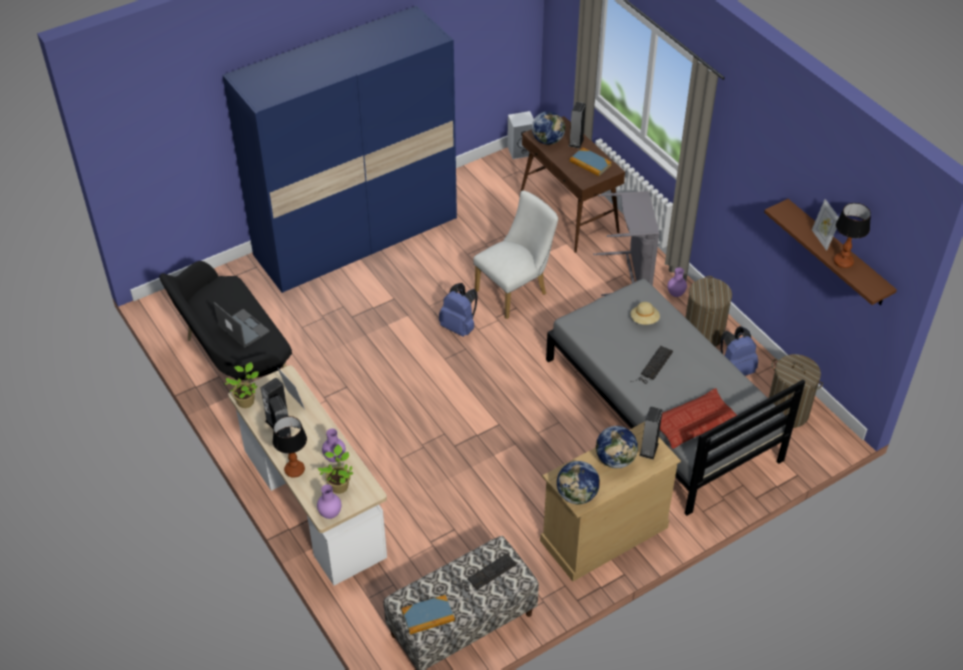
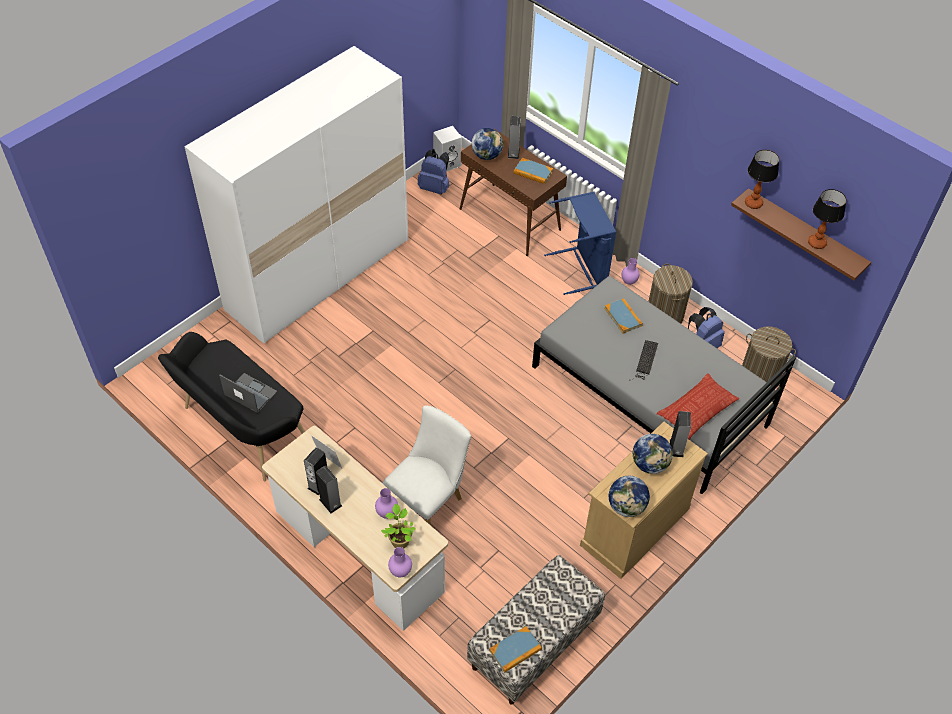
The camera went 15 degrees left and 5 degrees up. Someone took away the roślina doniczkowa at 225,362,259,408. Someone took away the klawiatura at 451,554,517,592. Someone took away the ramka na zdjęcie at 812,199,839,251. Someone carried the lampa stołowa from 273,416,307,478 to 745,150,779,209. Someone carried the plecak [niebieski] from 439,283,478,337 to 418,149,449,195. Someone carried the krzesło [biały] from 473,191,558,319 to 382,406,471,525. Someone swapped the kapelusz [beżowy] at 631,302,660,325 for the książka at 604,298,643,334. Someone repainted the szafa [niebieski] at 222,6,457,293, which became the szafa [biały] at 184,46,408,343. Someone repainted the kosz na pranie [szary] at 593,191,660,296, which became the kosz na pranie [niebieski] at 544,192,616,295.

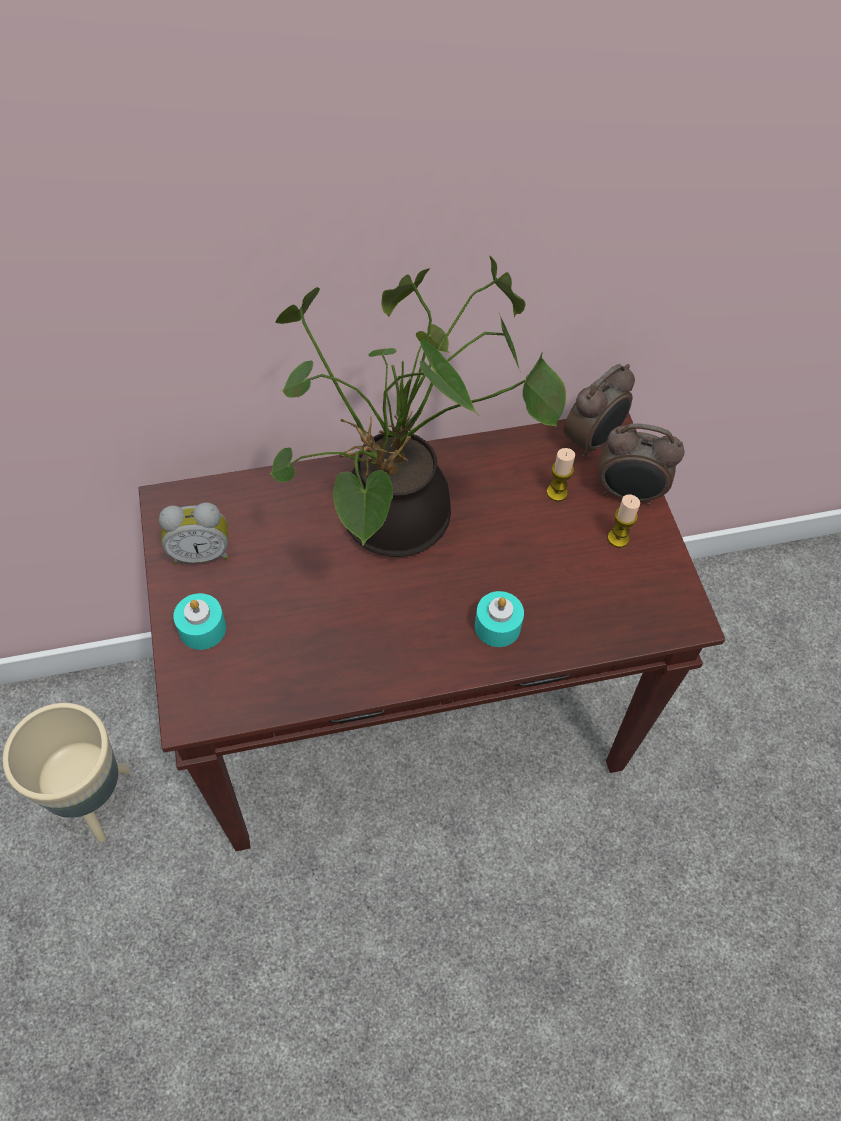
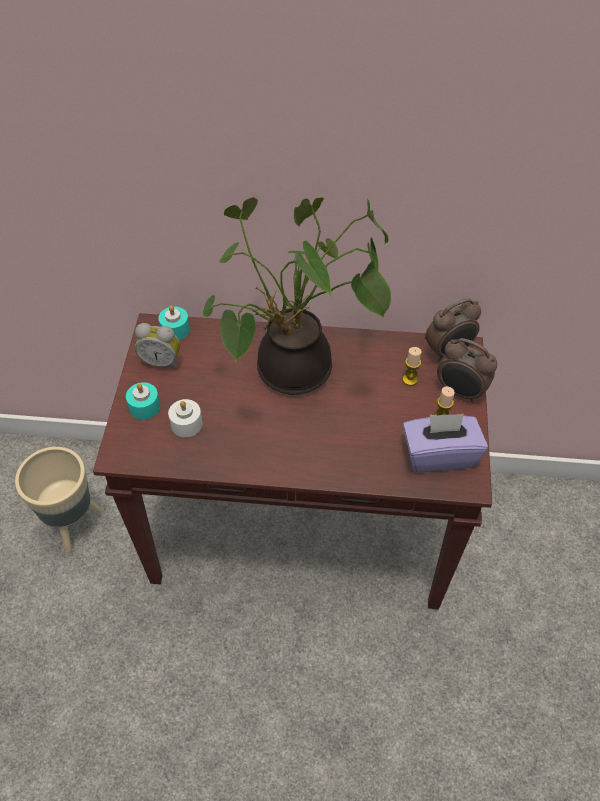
The camera went 20 degrees right and 5 degrees down. Someone put down the świeca [biały] at 168,399,203,437. Someone put down the pudełko chusteczek [fioletowy] at 402,414,488,472. Someone carried the świeca [turkusowy] from 475,591,524,647 to 158,306,190,340.

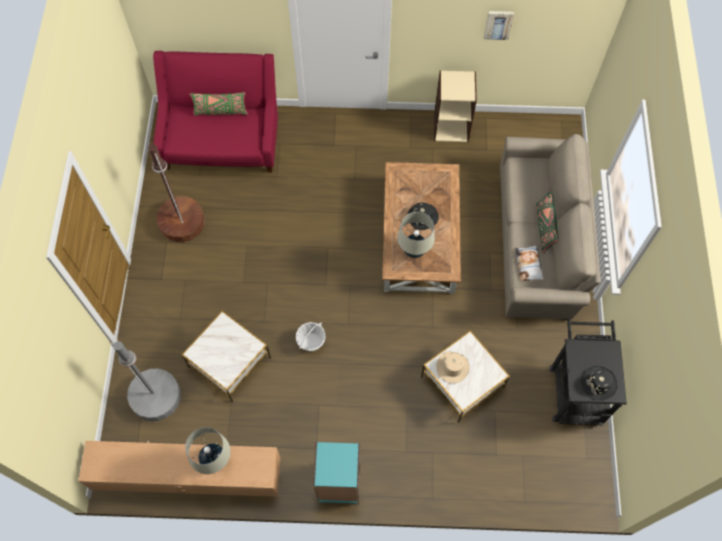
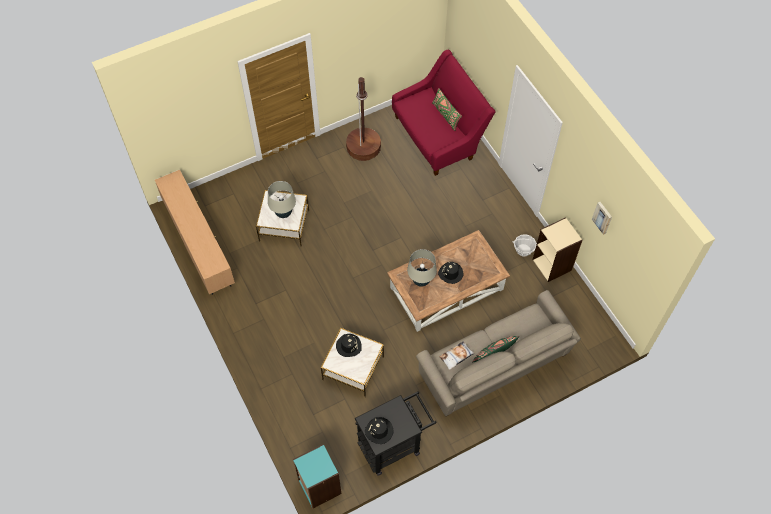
The camera went 60 degrees right and 5 degrees down. Someone took away the lampa stojąca [szary] at 110,341,181,421. Someone carried the lampa stołowa [beżowy] from 185,427,231,474 to 268,181,296,218. Someone carried the koszyk from 296,322,326,351 to 512,234,537,256. Someone carried the regał [turkusowy] from 313,442,360,504 to 293,444,342,509. Someone repainted the kapelusz [beżowy] at 436,352,470,383, which became the kapelusz [czarny] at 336,334,362,357.

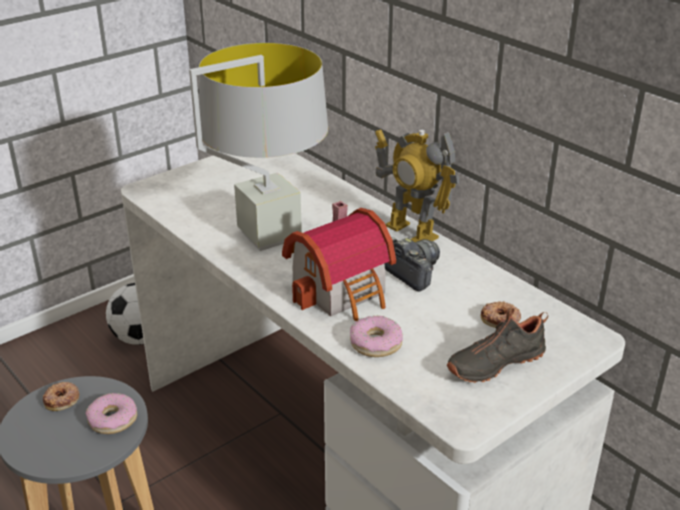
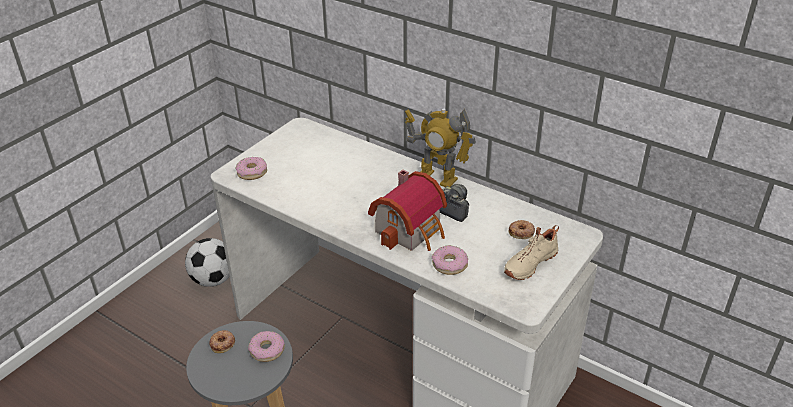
The camera went 15 degrees left and 5 degrees up. Someone took away the lampa stołowa [szary] at 189,43,328,251. Someone put down the donut at 235,157,267,180. Someone repainted the but [czarny] at 447,307,548,383, which became the but [beżowy] at 504,225,559,280.

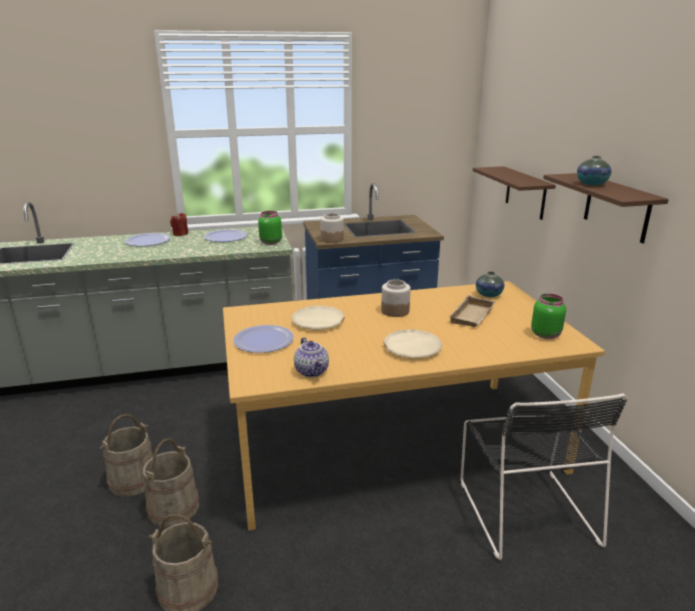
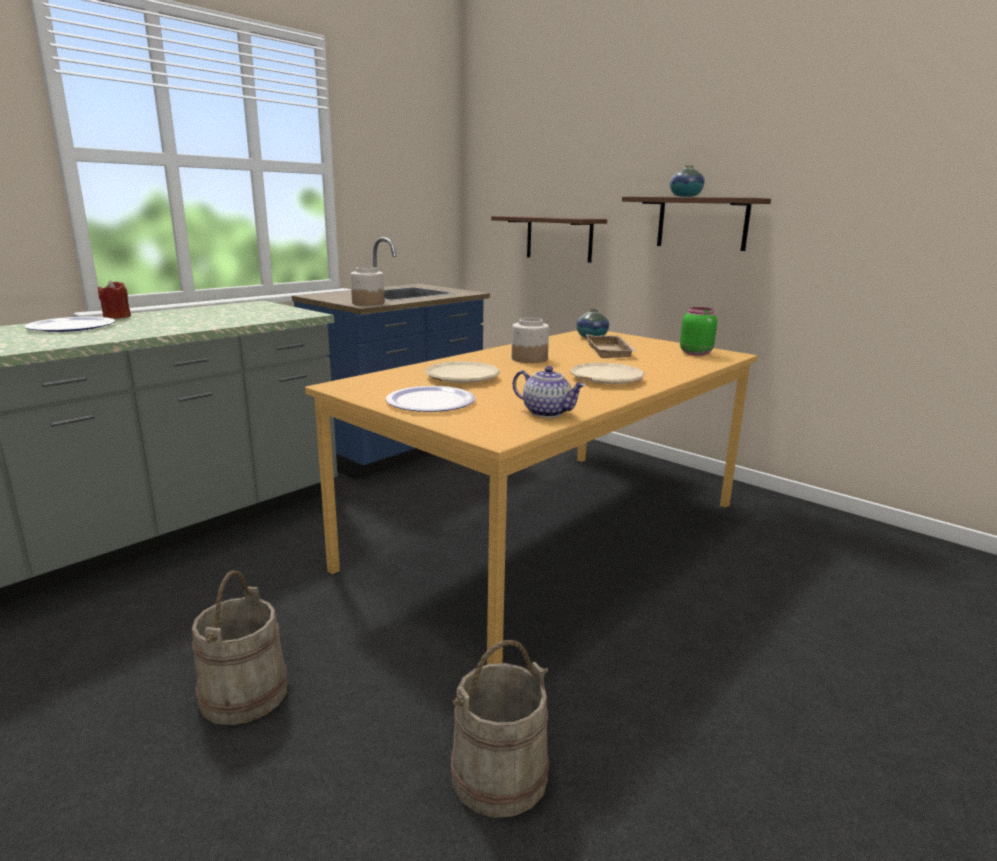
The camera went 35 degrees left and 5 degrees down. Someone took away the wiadro [beżowy] at 143,439,199,527. Someone took away the talerz at 204,229,248,242. Someone took away the słoik [zielony] at 258,211,282,245. Someone took away the krzesło [czarny] at 461,393,627,560.

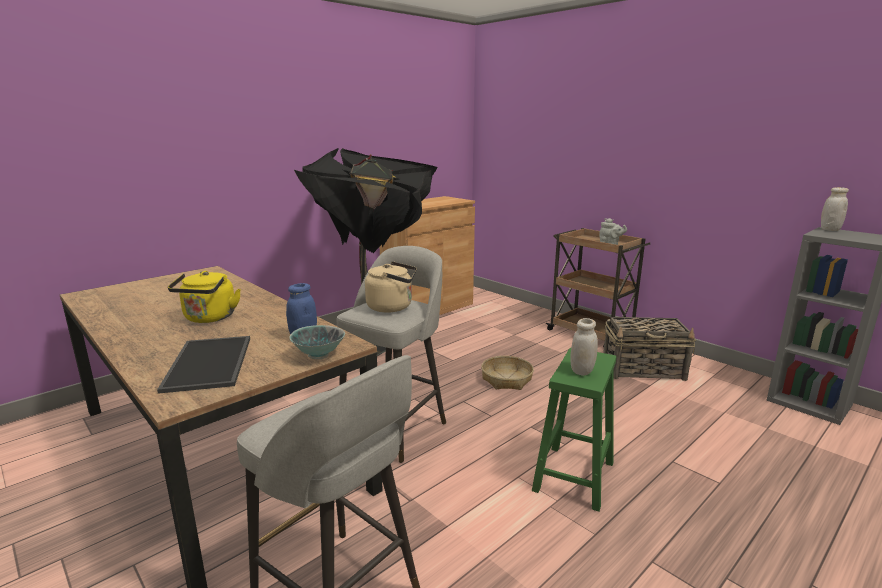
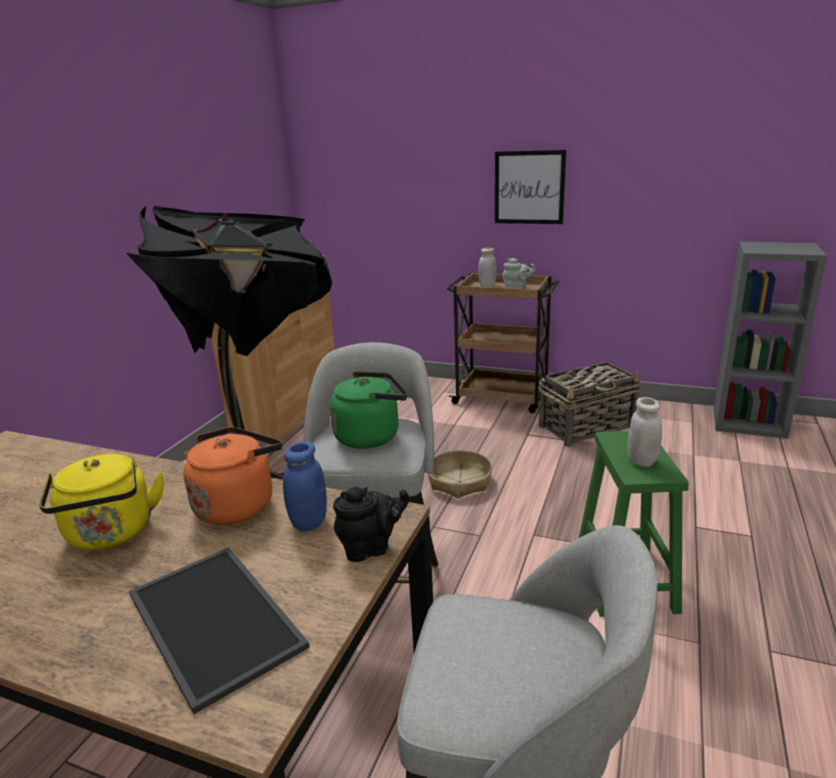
The camera went 25 degrees left and 5 degrees up. Someone put down the czajnik [pomarańczowy] at 183,427,282,525. Someone put up the obraz at 495,150,566,224. Someone carried the słoik [biały] from 821,187,849,231 to 478,247,497,287. Someone swapped the miska at 289,325,345,359 for the imbryk [czarny] at 333,487,409,562. Someone repainted the czajnik [beżowy] at 365,261,417,312, which became the czajnik [zielony] at 330,371,407,449.

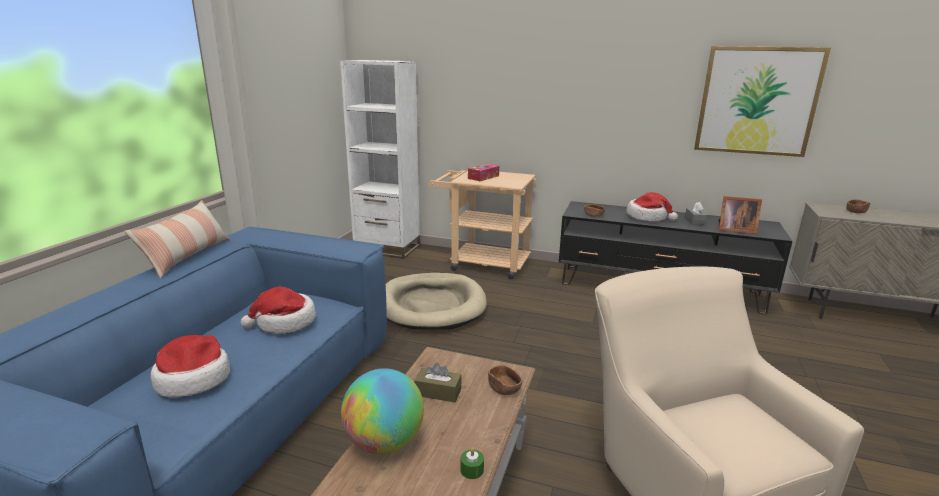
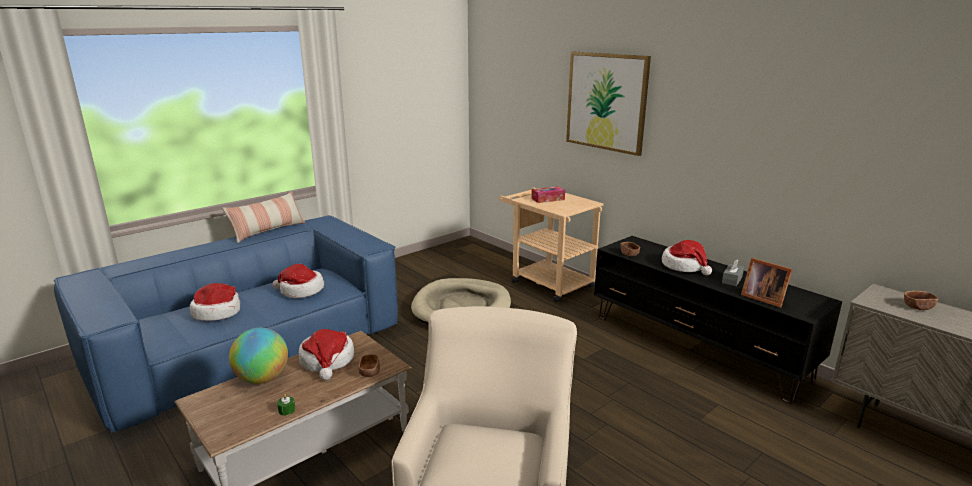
The camera went 30 degrees right and 0 degrees up. Someone took away the regał [biały] at 340,60,420,259. Someone carried the obraz from 694,46,831,157 to 566,52,651,156. Someone swapped the pudełko chusteczek [brązowy] at 414,362,461,402 for the kapelusz at 299,329,354,380.

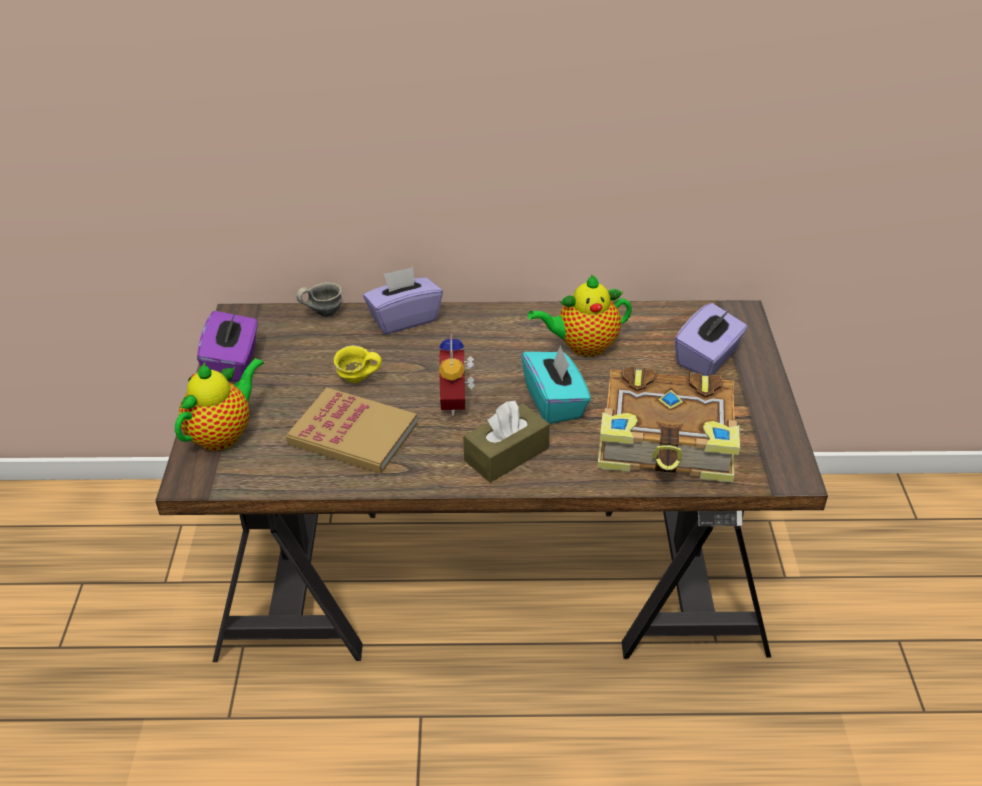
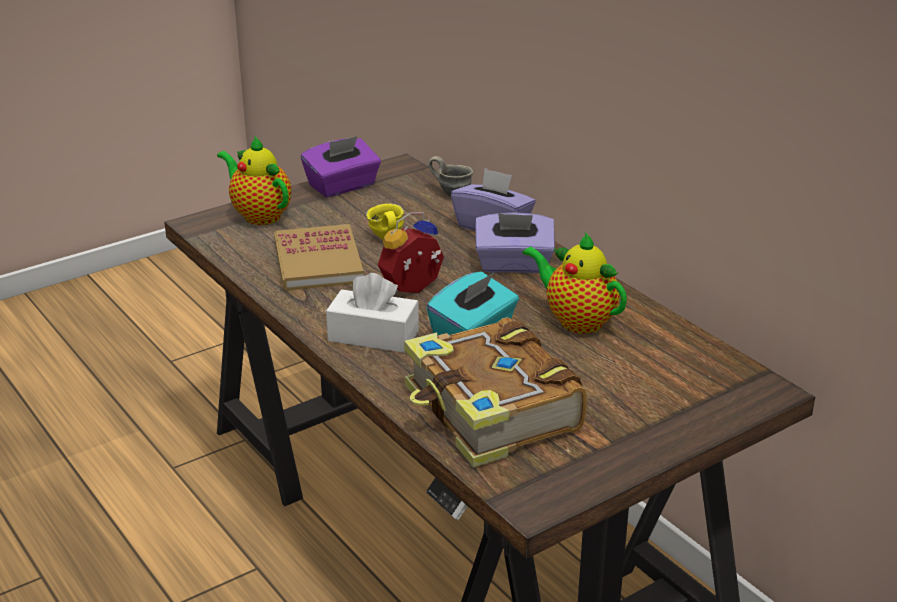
The camera went 55 degrees right and 10 degrees down. Someone carried the pudełko chusteczek [fioletowy] from 674,303,747,376 to 475,213,555,273. Someone repainted the pudełko chusteczek [brązowy] at 464,401,550,483, which became the pudełko chusteczek [biały] at 326,273,419,353. Someone rotated the imbryk at 175,358,264,451 by 135 degrees counterclockwise.

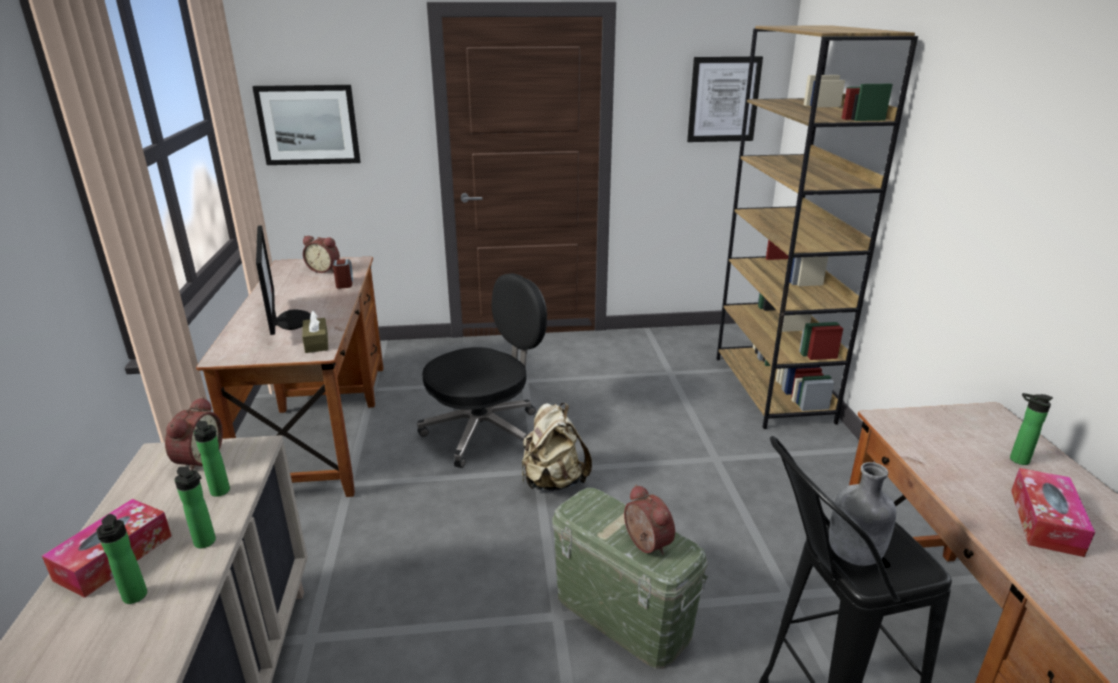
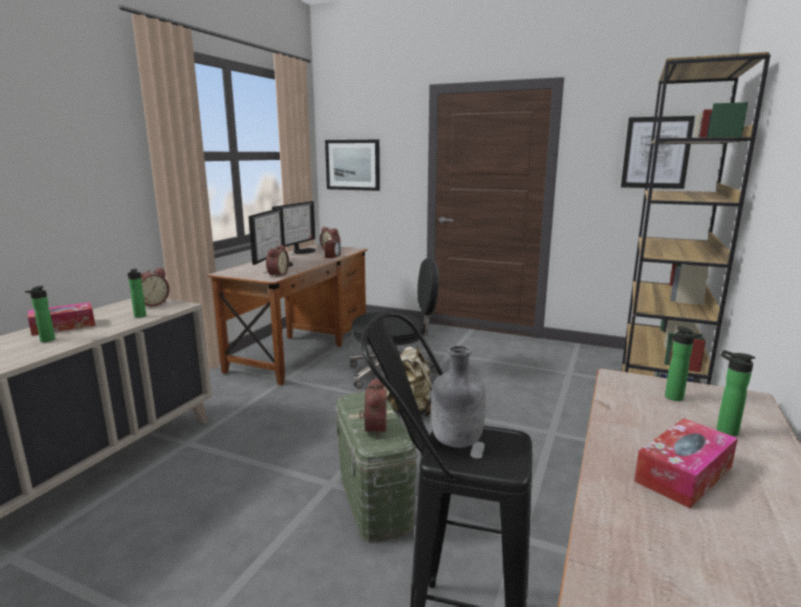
The camera went 30 degrees right and 10 degrees down. Someone put down the monitor at 272,201,316,254. Someone carried the butelka from 174,467,216,548 to 665,326,703,401. Someone swapped the pudełko chusteczek [brązowy] at 302,311,328,353 for the budzik at 266,245,289,278.

